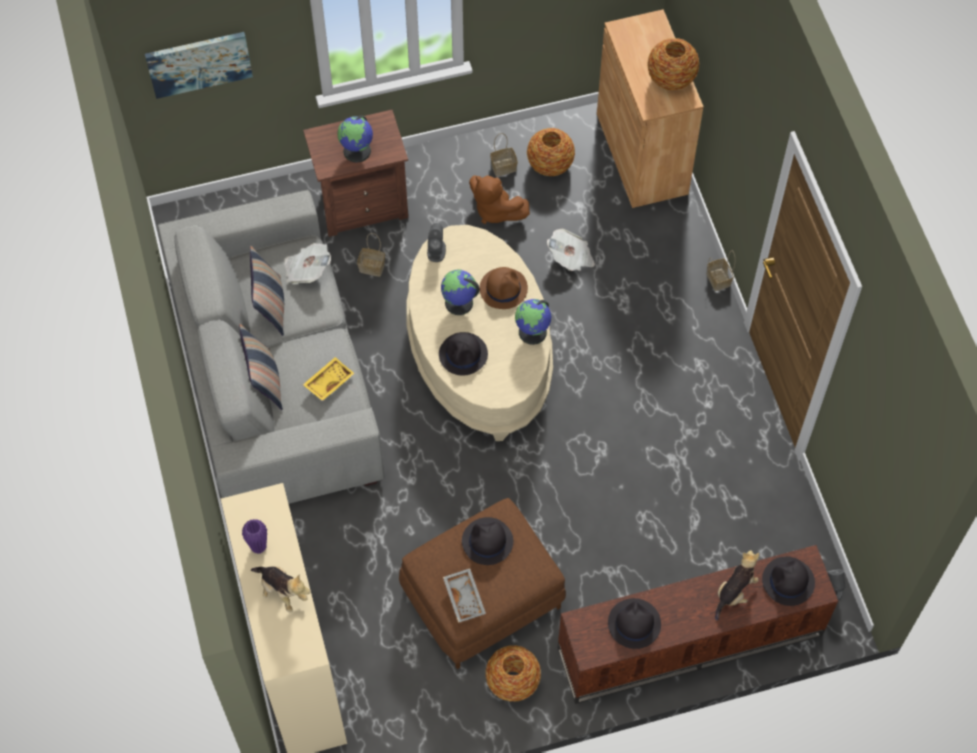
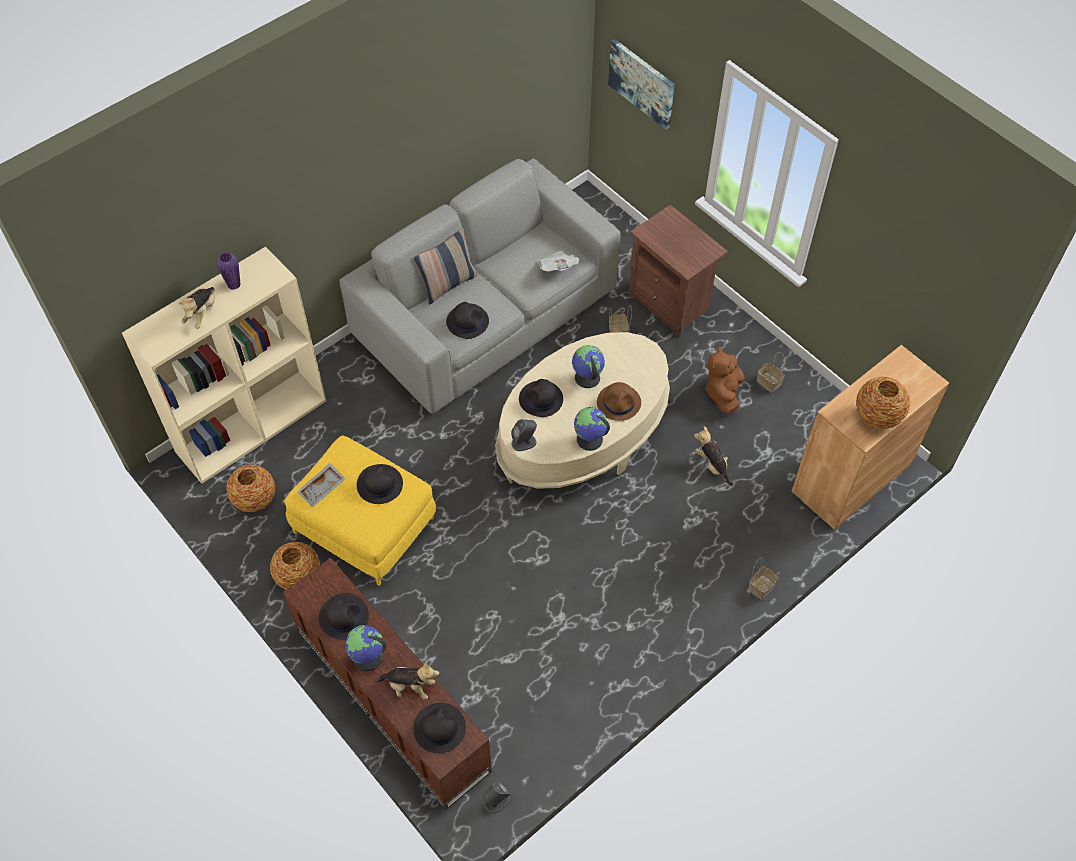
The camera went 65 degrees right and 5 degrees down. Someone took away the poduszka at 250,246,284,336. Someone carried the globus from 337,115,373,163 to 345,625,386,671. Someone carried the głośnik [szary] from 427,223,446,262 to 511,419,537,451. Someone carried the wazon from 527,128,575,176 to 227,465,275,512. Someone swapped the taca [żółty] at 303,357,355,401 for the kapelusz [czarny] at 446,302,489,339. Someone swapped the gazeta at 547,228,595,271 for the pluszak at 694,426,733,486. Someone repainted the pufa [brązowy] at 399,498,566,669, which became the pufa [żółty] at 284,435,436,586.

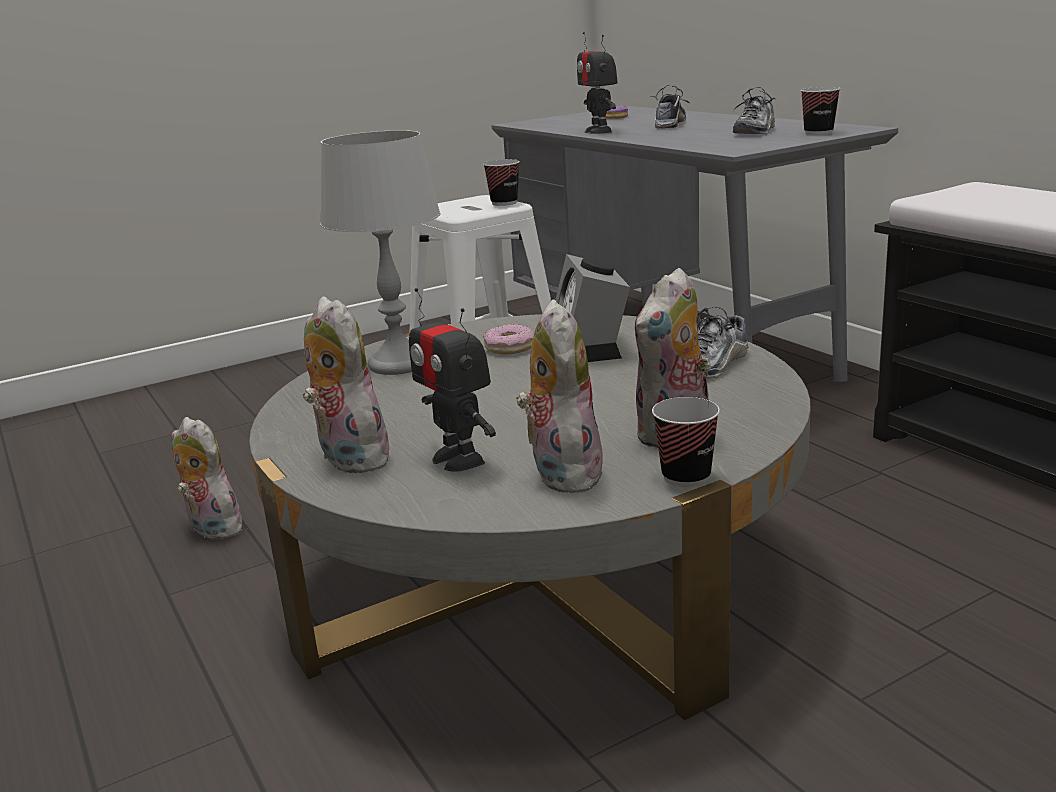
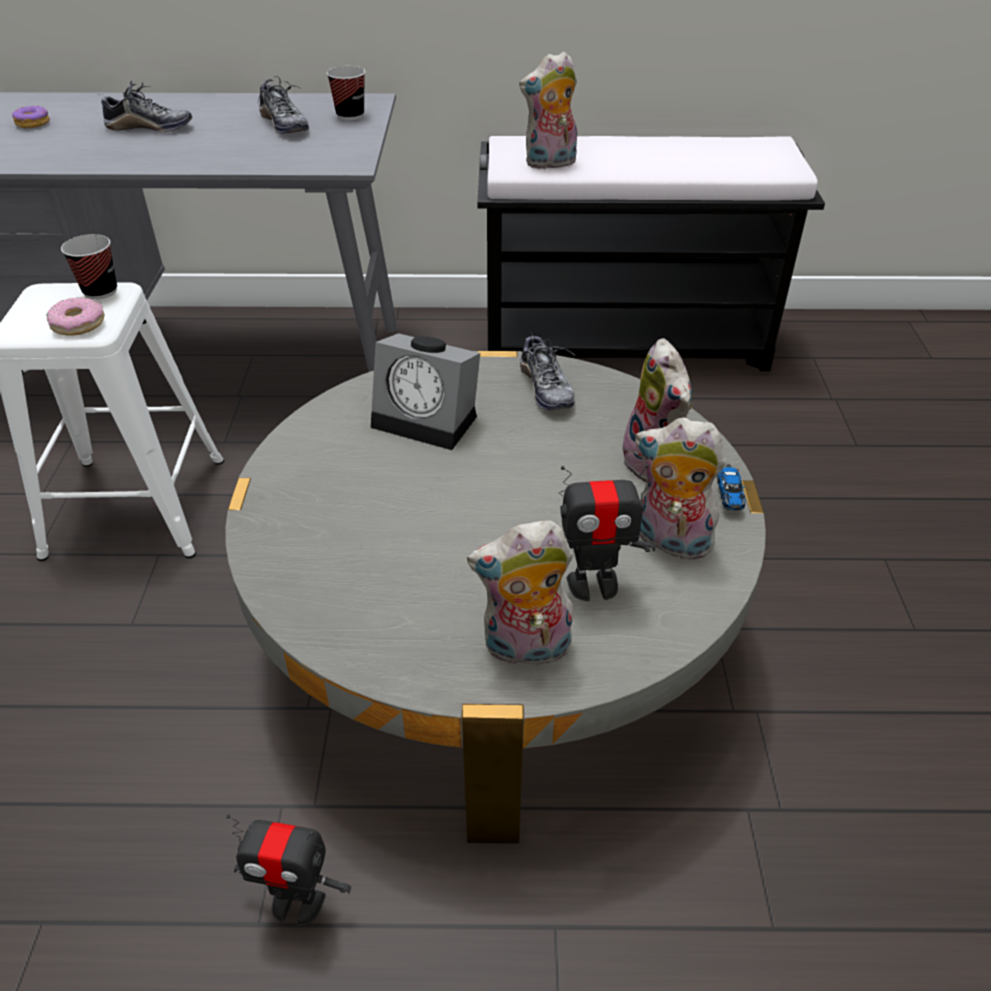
The camera went 60 degrees left and 20 degrees up. Someone took away the lampa stołowa [szary] at 320,130,441,375. Someone carried the pluszak from 171,417,246,541 to 519,51,577,170. Someone carried the donut from 483,324,534,354 to 47,297,104,336. Someone carried the robot zabawkowy from 577,32,618,134 to 226,814,351,926. Someone swapped the filiżanka at 652,397,720,487 for the samochodzik at 717,464,746,510. Someone rotated the but at 650,85,690,128 by 135 degrees clockwise.

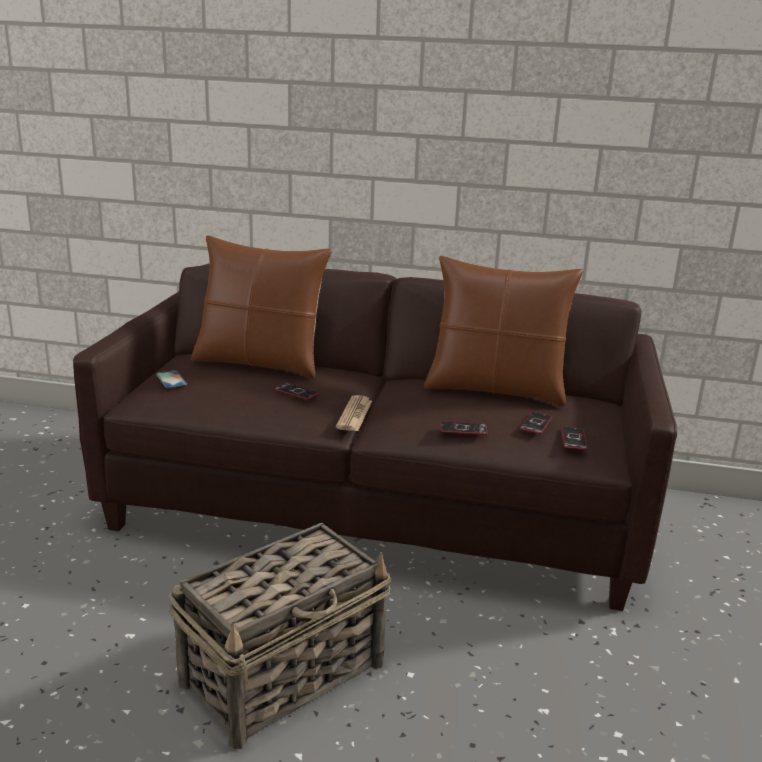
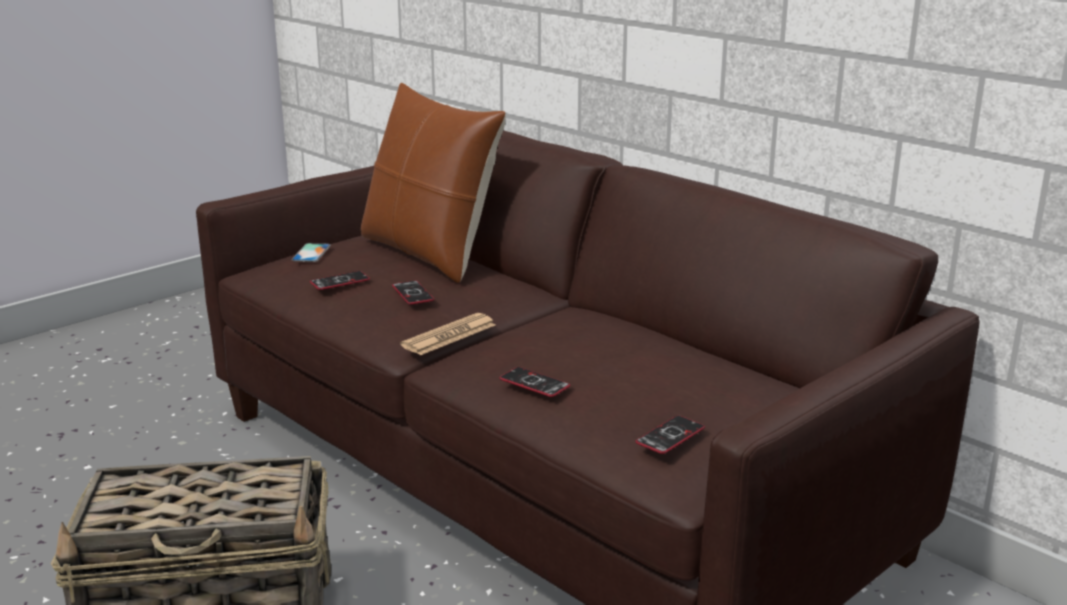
The camera went 35 degrees right and 0 degrees up. Someone took away the poduszka [brązowy] at 424,256,583,406. Someone carried the telefon from 520,412,552,434 to 310,271,370,290.

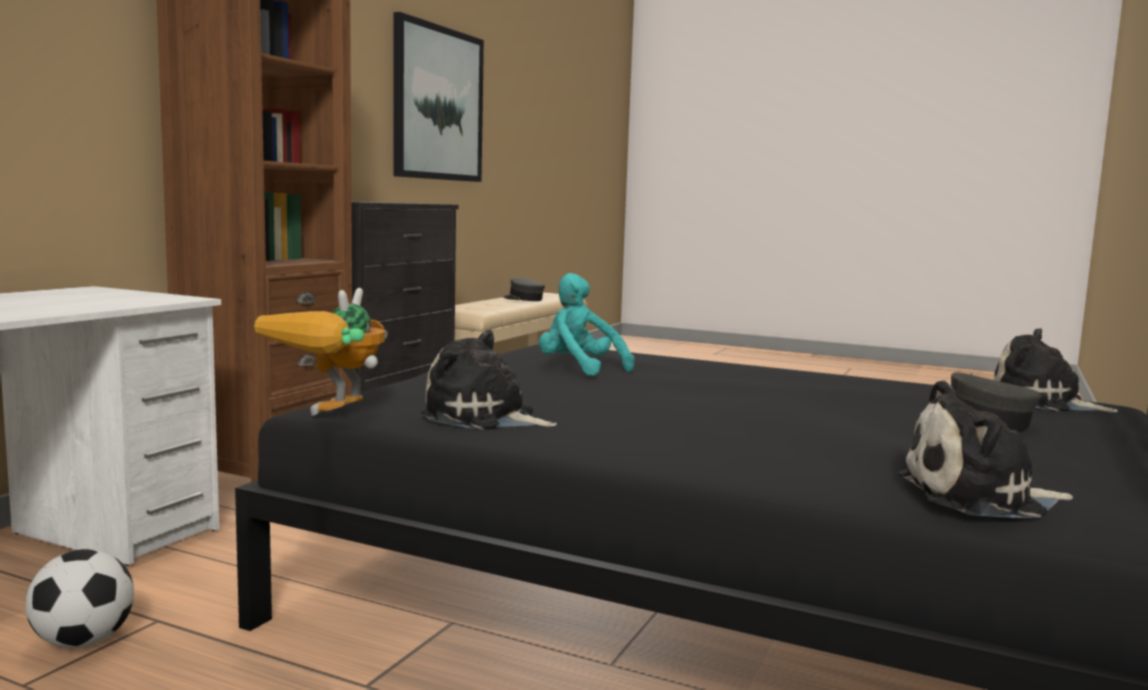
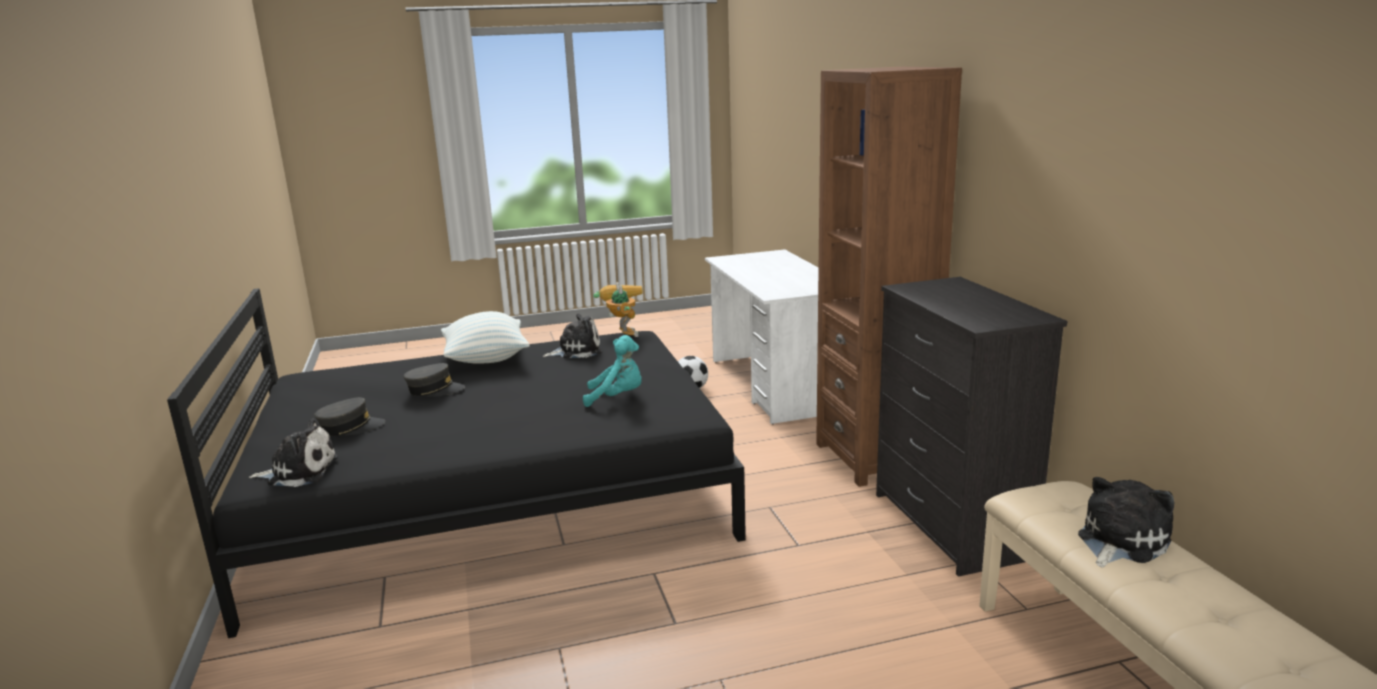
The camera went 140 degrees right and 10 degrees up. Someone took away the obraz at 393,12,484,182. Someone put down the poduszka at 441,311,530,364. Someone carried the czapka z daszkiem [szary] from 503,277,545,301 to 403,363,465,397. Someone carried the pluszak from 898,380,1073,518 to 1078,477,1175,568.

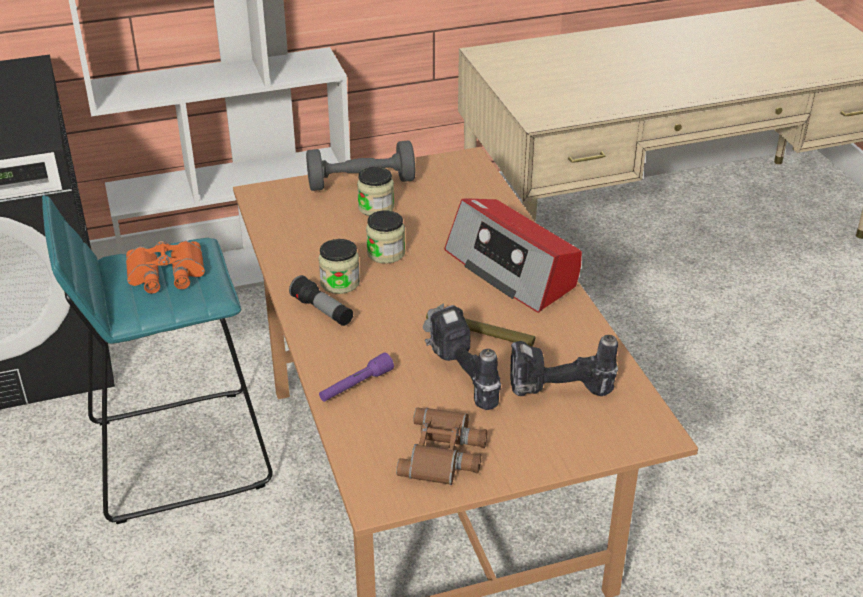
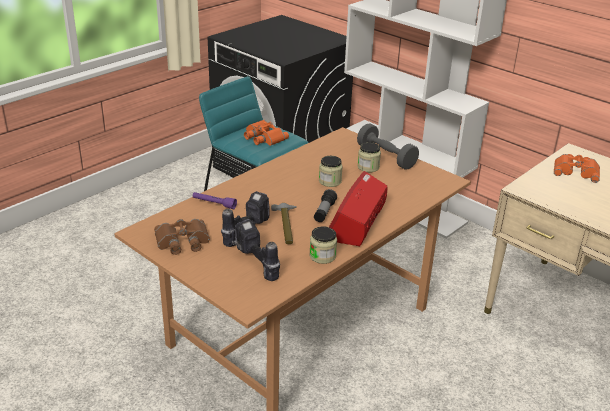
The camera went 60 degrees right and 5 degrees down. Someone put down the lornetka [pomarańczowy] at 554,154,600,183. Someone carried the latarka from 289,275,353,326 to 314,189,337,222. Someone carried the słoik from 318,239,360,294 to 309,227,337,264.

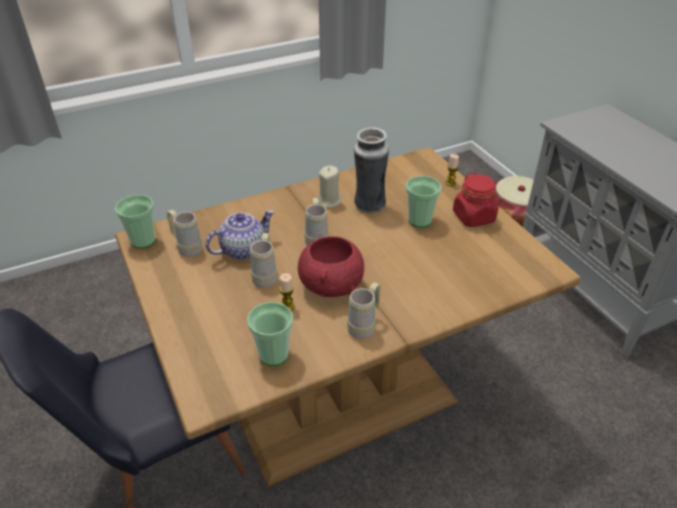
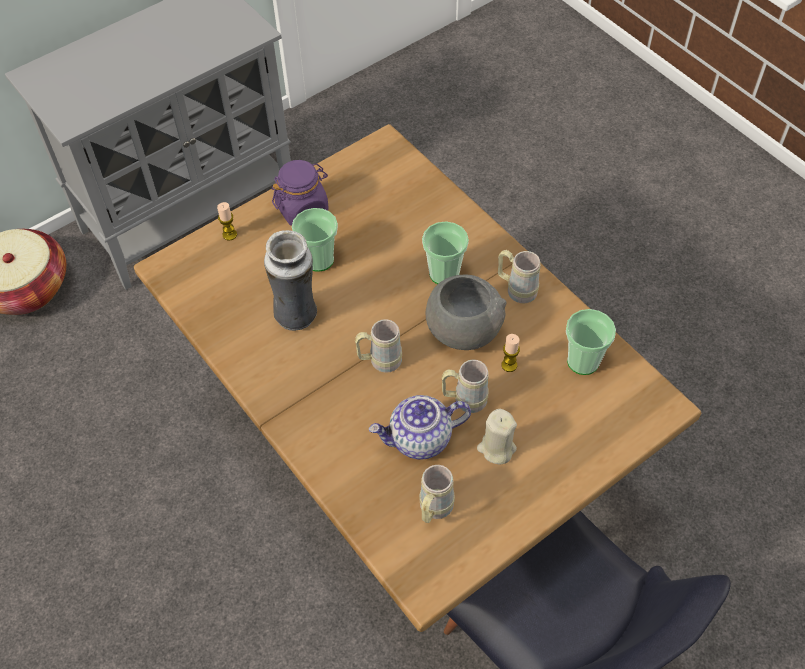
The camera went 100 degrees left and 15 degrees up. Someone carried the filiżanka from 115,195,156,248 to 422,221,469,284. Someone carried the świeca [beżowy] from 317,165,341,208 to 477,409,517,464. Someone repainted the miska [czerwony] at 298,236,364,297, which became the miska [szary] at 425,274,507,350. Someone repainted the słoik [czerwony] at 453,173,498,227, which became the słoik [fioletowy] at 272,160,329,226. Someone rotated the imbryk at 205,210,274,260 by 60 degrees counterclockwise.

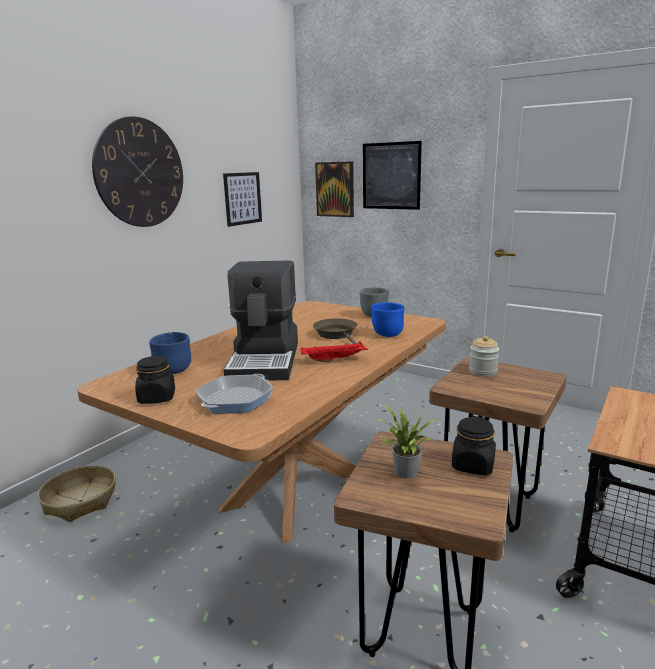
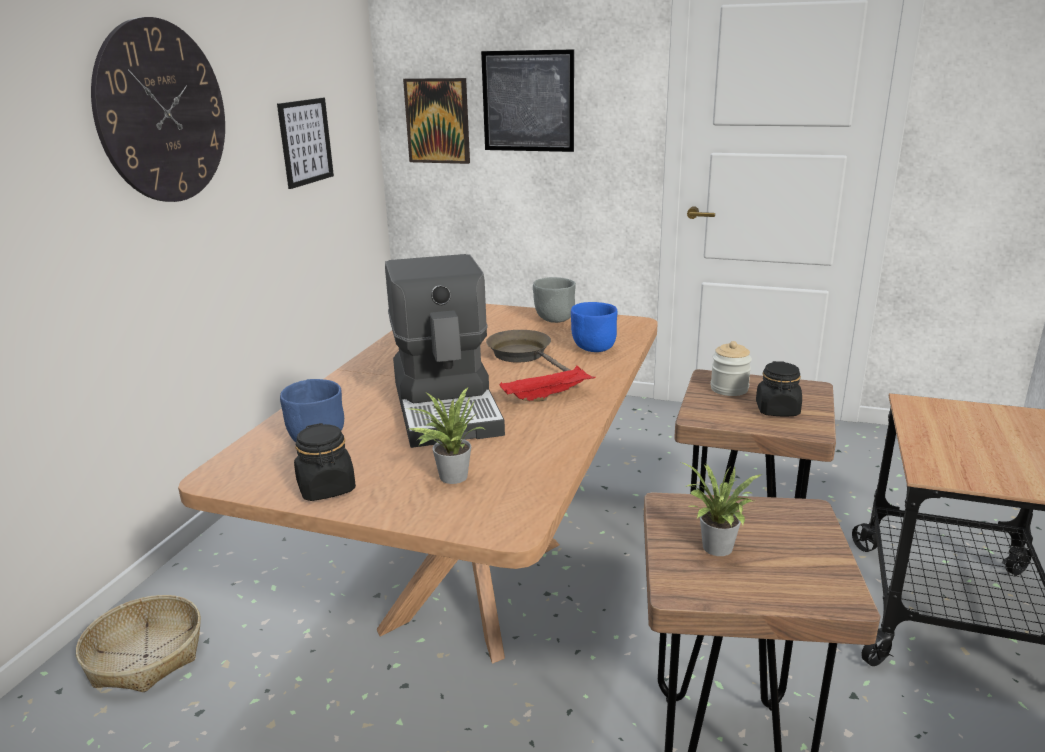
The camera went 15 degrees left and 5 degrees up. Someone carried the słoik [czarny] from 452,416,496,475 to 756,361,802,416. Someone swapped the patelnia at 195,374,274,413 for the roślina doniczkowa at 410,387,484,484.

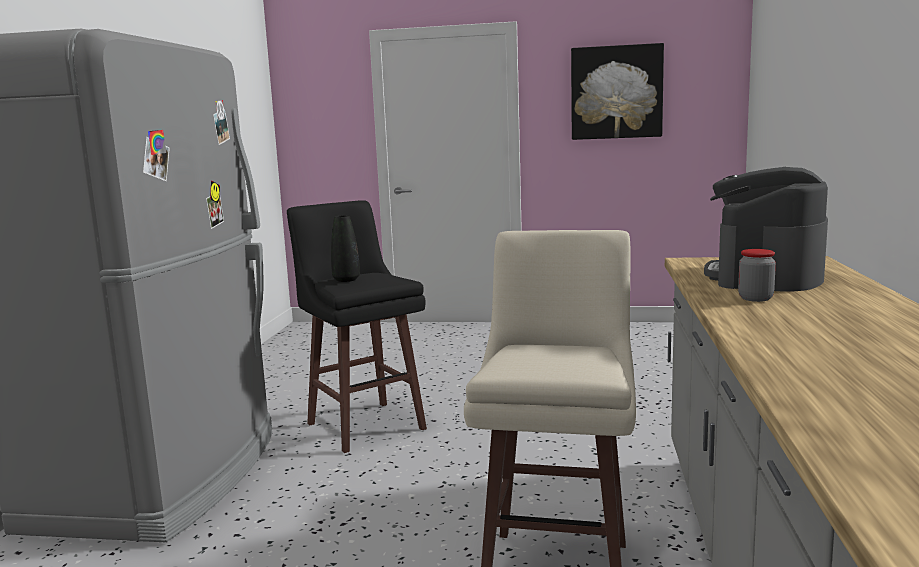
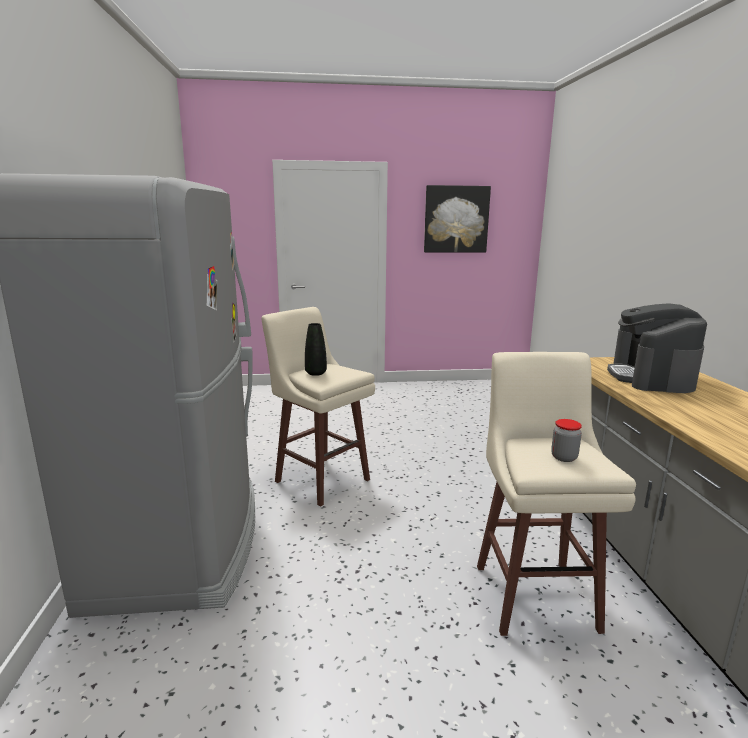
The camera went 15 degrees left and 5 degrees up. Someone carried the słoik from 738,249,776,302 to 551,419,582,462. Someone repainted the stołek [czarny] at 287,200,427,453, which became the stołek [beżowy] at 261,307,375,507.

